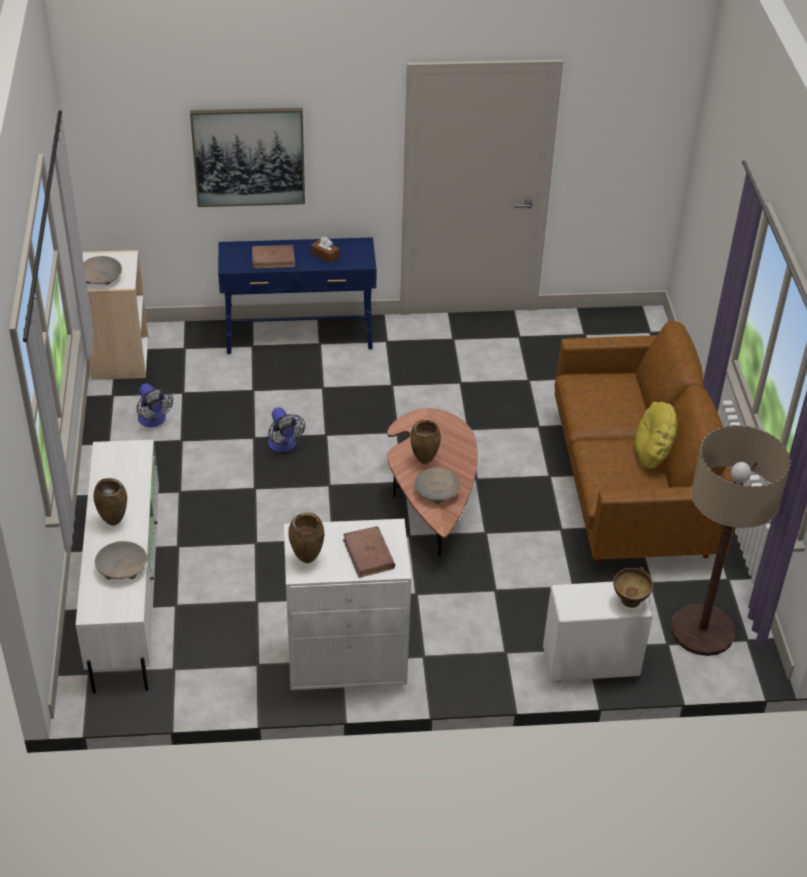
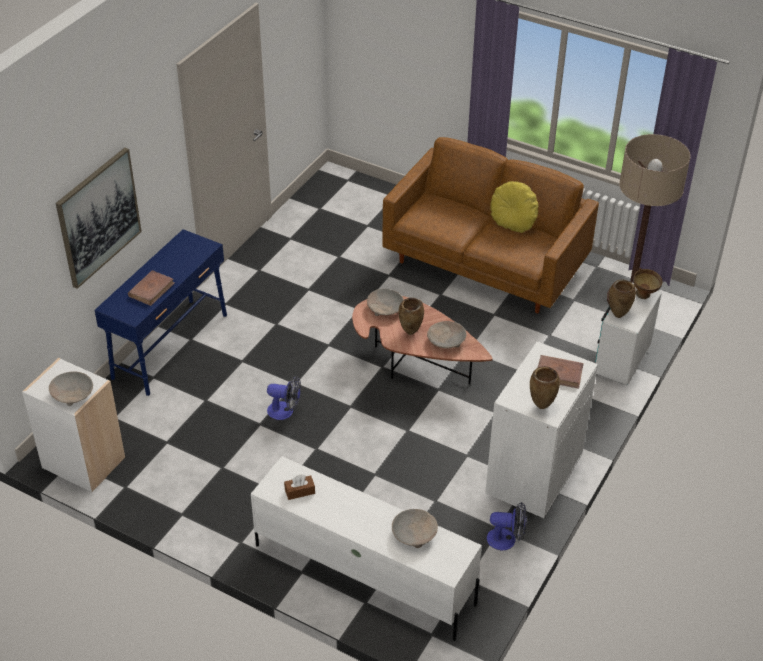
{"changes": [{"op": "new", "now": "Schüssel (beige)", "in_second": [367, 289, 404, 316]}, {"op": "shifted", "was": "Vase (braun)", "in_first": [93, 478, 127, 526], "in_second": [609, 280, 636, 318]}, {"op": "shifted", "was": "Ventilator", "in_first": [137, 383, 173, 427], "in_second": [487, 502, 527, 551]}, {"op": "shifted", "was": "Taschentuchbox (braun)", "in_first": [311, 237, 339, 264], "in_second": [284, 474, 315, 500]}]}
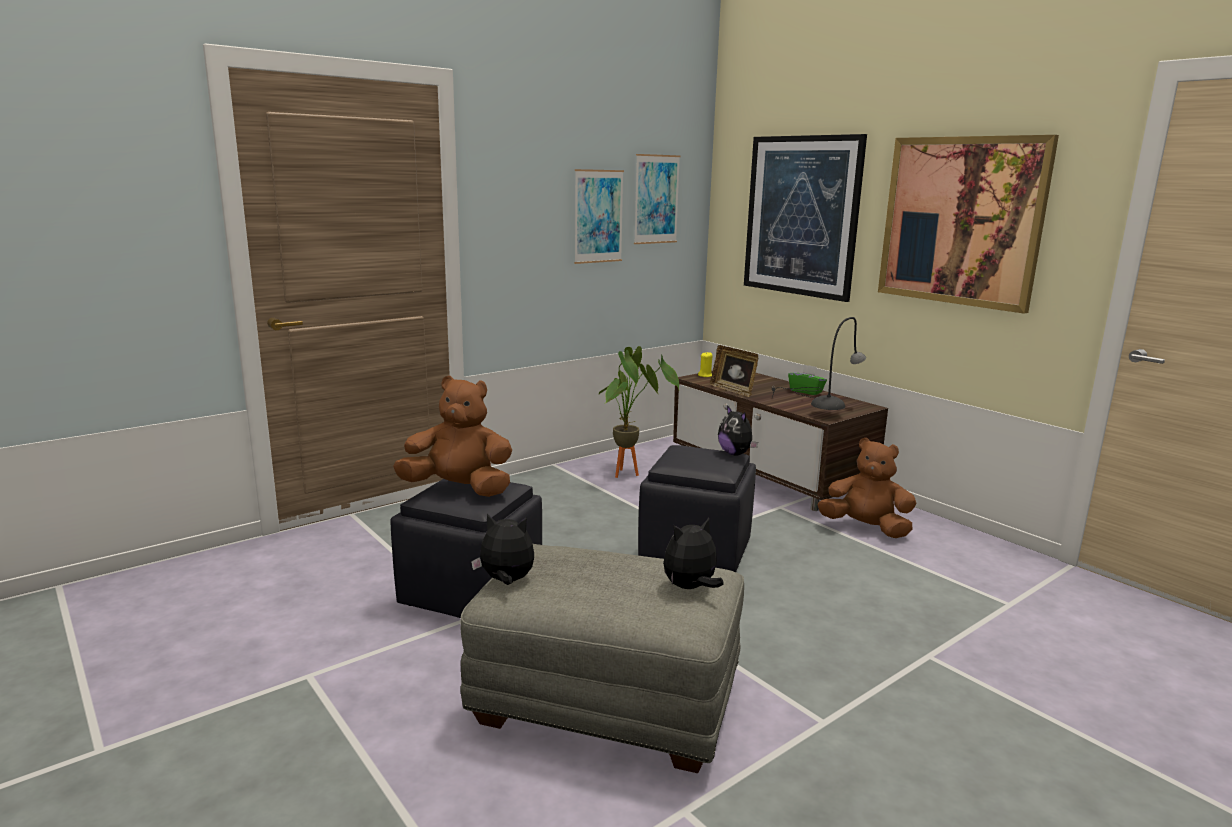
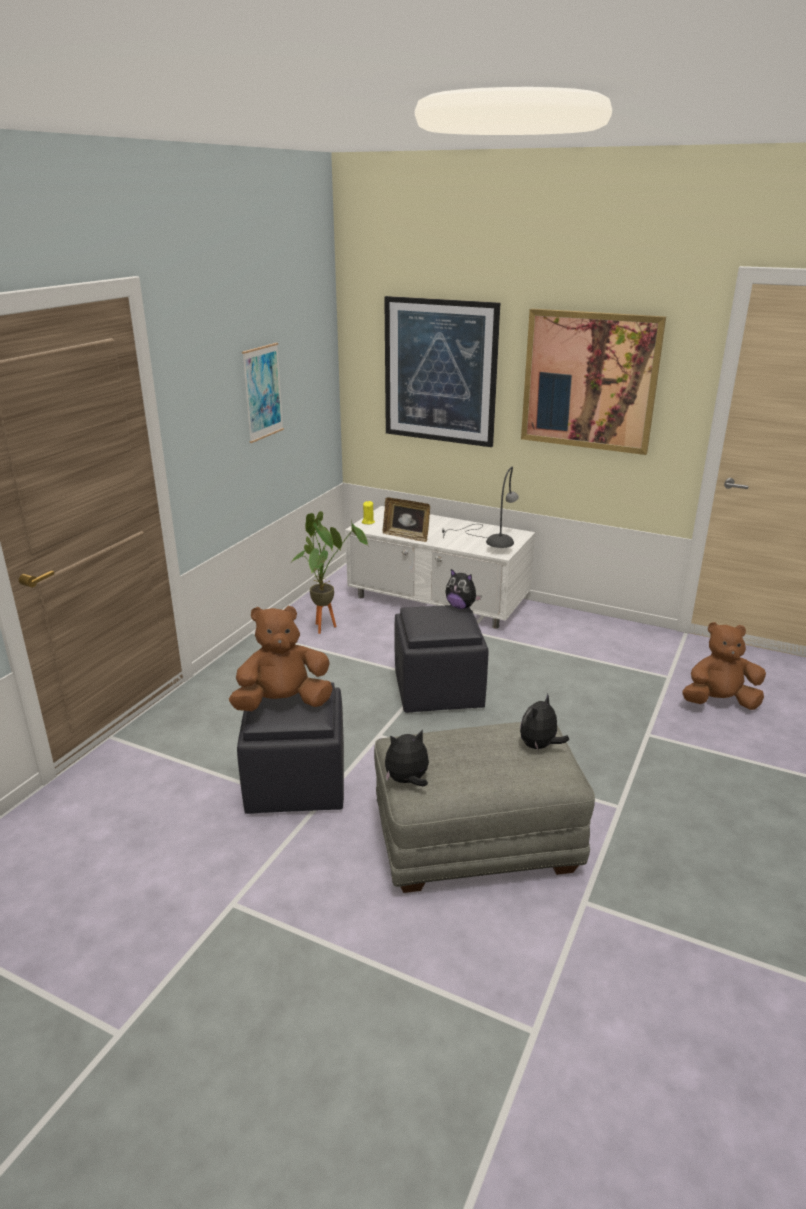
{"changes": [{"op": "gone", "was": "Bild", "in_first": [634, 154, 680, 244]}, {"op": "gone", "was": "Taschentuchbox (grün)", "in_first": [788, 364, 827, 395]}, {"op": "shifted", "was": "Plüschtier (braun)", "in_first": [817, 438, 916, 538], "in_second": [683, 622, 766, 710]}, {"op": "repainted", "was": "Fernsehschrank (braun)", "now": "Fernsehschrank (weiß)", "in_first": [673, 371, 888, 511], "in_second": [345, 506, 535, 629]}]}
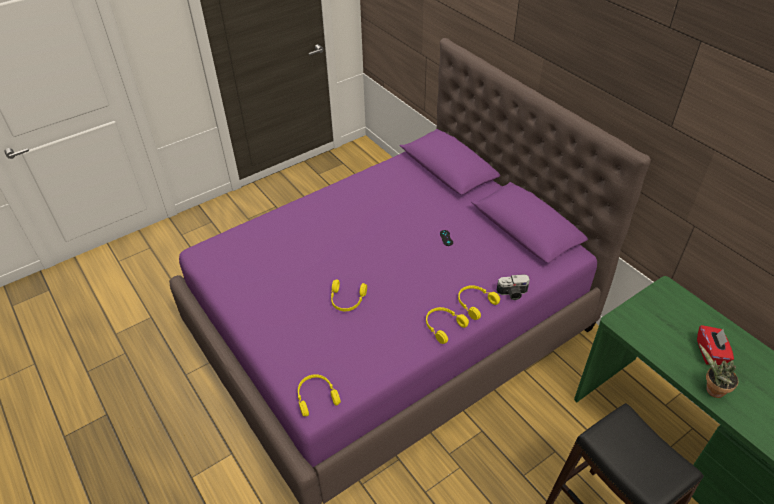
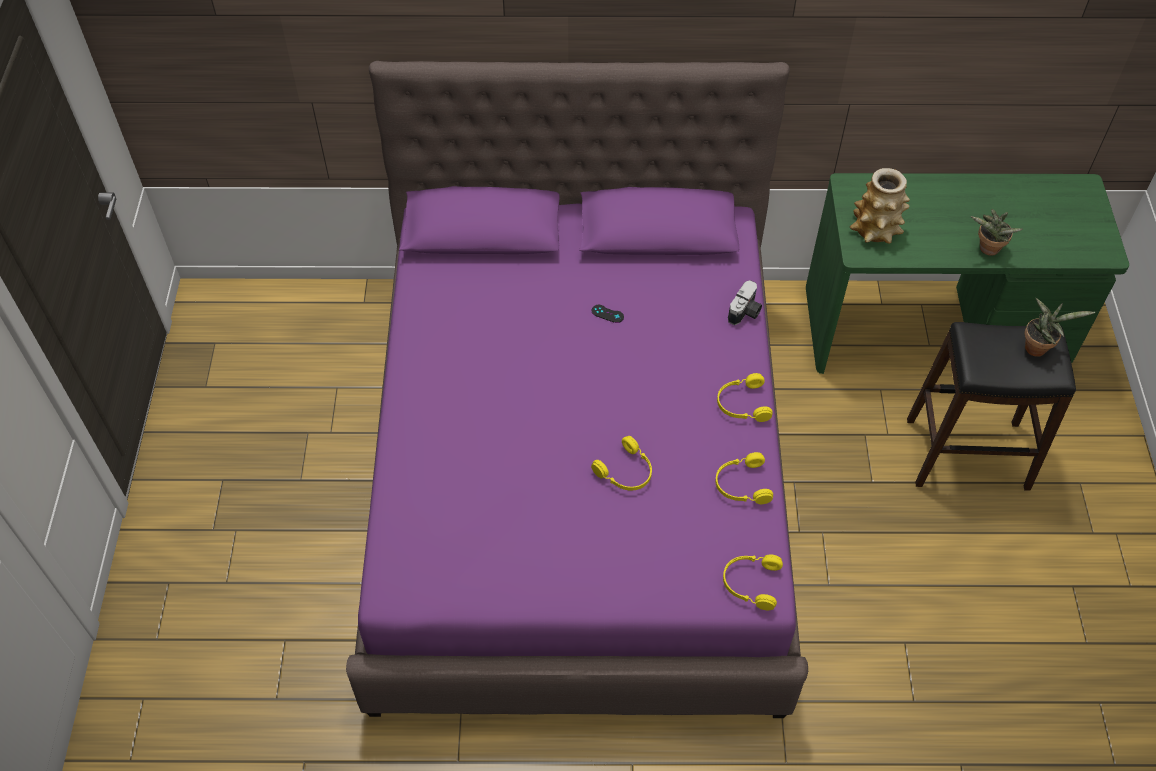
{"changes": [{"op": "gone", "was": "Taschentuchbox (rot)", "in_first": [697, 325, 734, 365]}, {"op": "new", "now": "Vase", "in_second": [850, 168, 910, 244]}, {"op": "new", "now": "Topfpflanze", "in_second": [1024, 298, 1096, 357]}, {"op": "shifted", "was": "Kopfhörer (gelb)", "in_first": [458, 285, 500, 320], "in_second": [715, 452, 773, 504]}]}
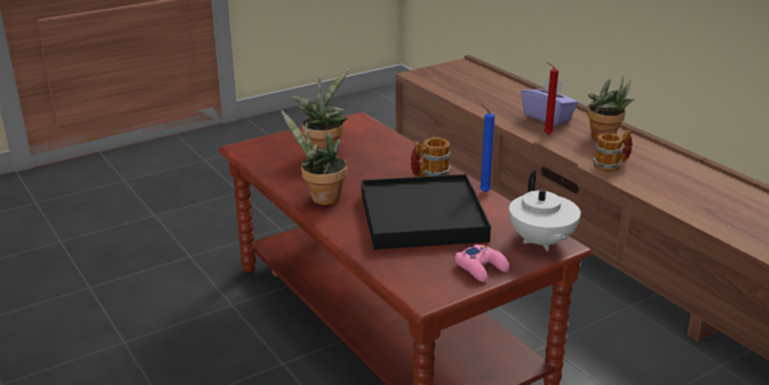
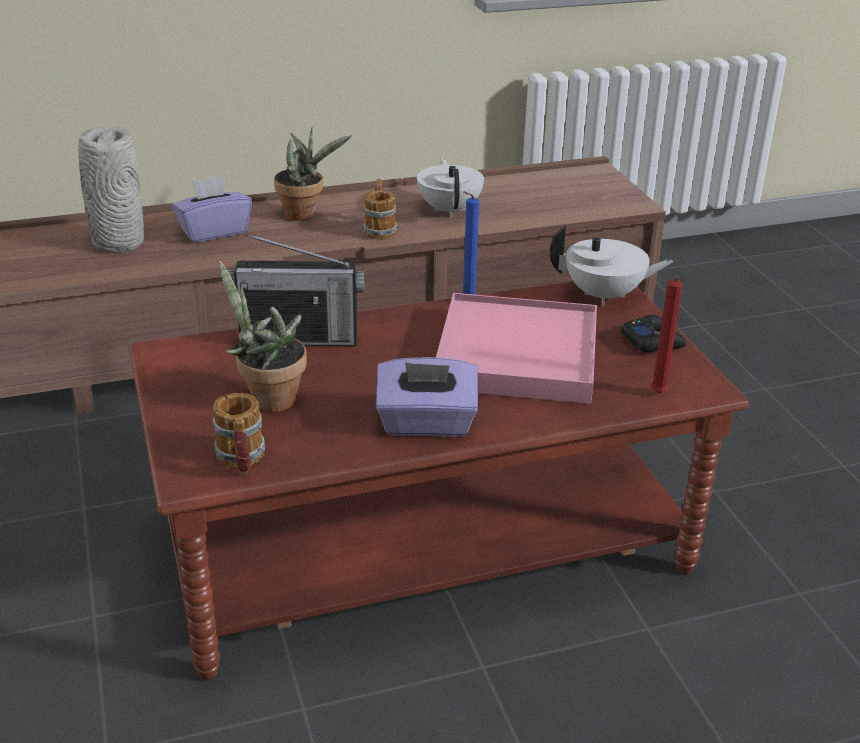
{"changes": [{"op": "new", "now": "Vase (grau)", "in_second": [78, 127, 144, 253]}, {"op": "new", "now": "Radio", "in_second": [227, 233, 365, 346]}, {"op": "new", "now": "Teekanne (weiß)", "in_second": [417, 158, 484, 217]}, {"op": "shifted", "was": "Henkelbecher", "in_first": [410, 137, 450, 177], "in_second": [213, 393, 265, 474]}, {"op": "shifted", "was": "Kerze (rot)", "in_first": [544, 62, 559, 135], "in_second": [651, 276, 683, 393]}, {"op": "swapped", "was": "Topfpflanze", "now": "Taschentuchbox (lila)", "in_first": [281, 110, 347, 205], "in_second": [376, 357, 478, 437]}, {"op": "repainted", "was": "Tablett (schwarz)", "now": "Tablett (rosa)", "in_first": [361, 174, 491, 250], "in_second": [436, 293, 597, 404]}, {"op": "repainted", "was": "Gamepad (rosa)", "now": "Gamepad (schwarz)", "in_first": [455, 244, 509, 282], "in_second": [621, 315, 686, 352]}]}
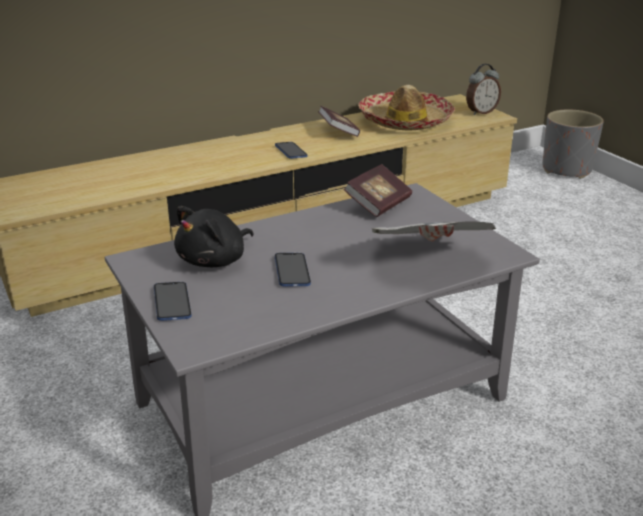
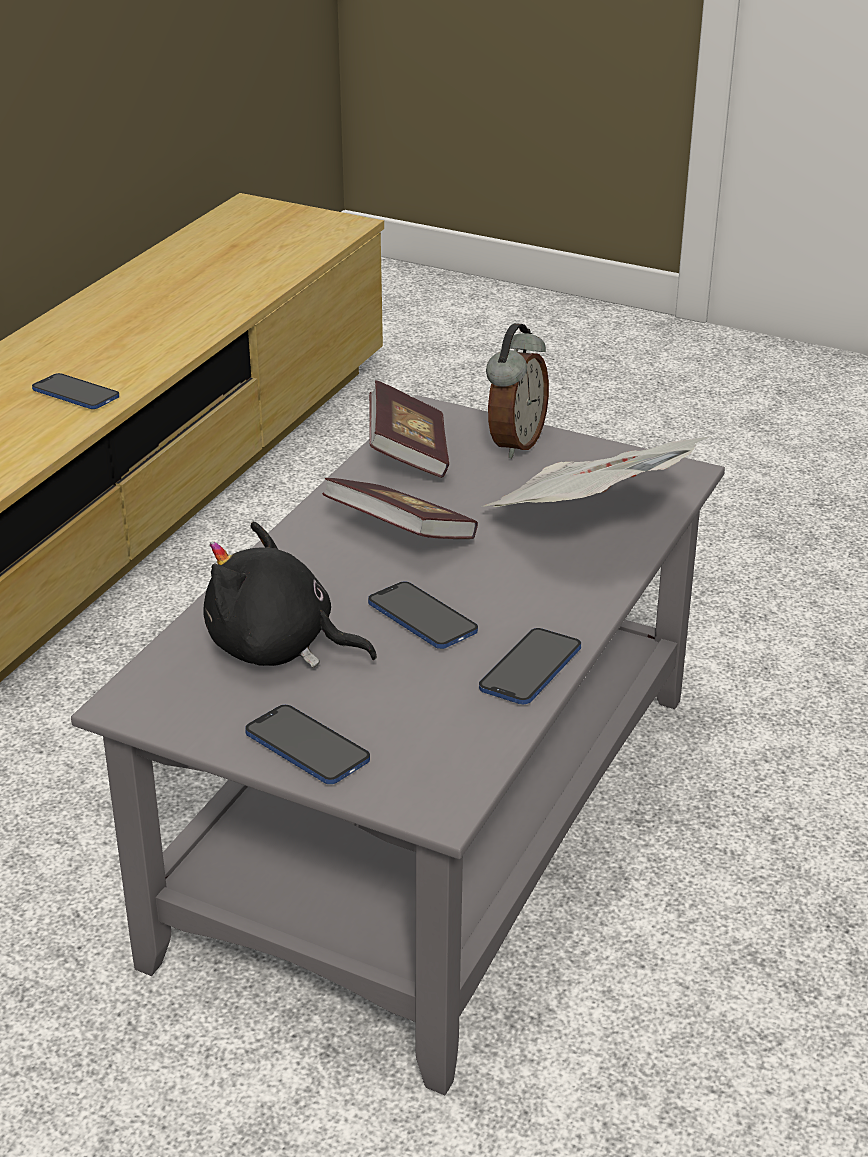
{"changes": [{"op": "gone", "was": "Hut", "in_first": [358, 85, 455, 131]}, {"op": "gone", "was": "Pflanzkübel (grau)", "in_first": [542, 109, 604, 179]}, {"op": "new", "now": "Handy", "in_second": [479, 628, 581, 704]}, {"op": "shifted", "was": "Buch", "in_first": [318, 106, 360, 137], "in_second": [322, 478, 478, 539]}, {"op": "shifted", "was": "Wecker", "in_first": [466, 64, 501, 115], "in_second": [486, 323, 549, 458]}, {"op": "rotated", "was": "Plüschtier (schwarz)", "in_first": [174, 206, 254, 267], "in_second": [203, 522, 377, 668], "clockwise": 105}]}
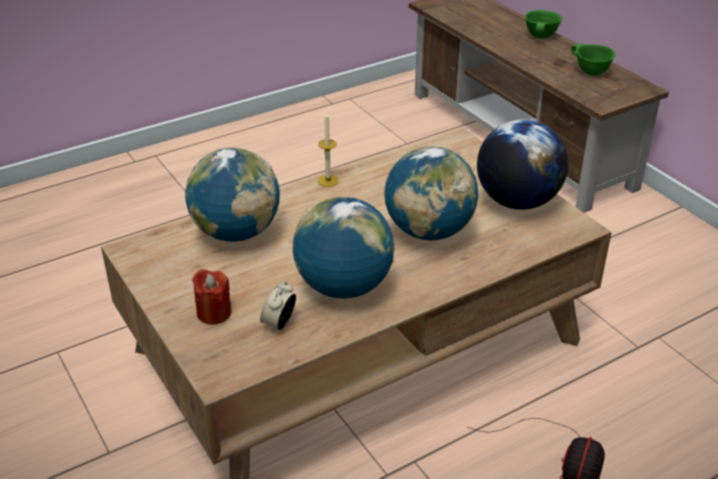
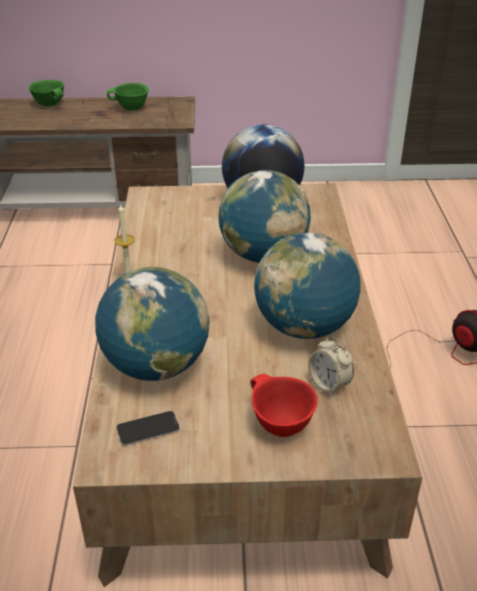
{"changes": [{"op": "new", "now": "Handy", "in_second": [116, 411, 180, 446]}, {"op": "swapped", "was": "Kerze (rot)", "now": "Schüssel (rot)", "in_first": [192, 269, 231, 325], "in_second": [250, 374, 318, 437]}]}
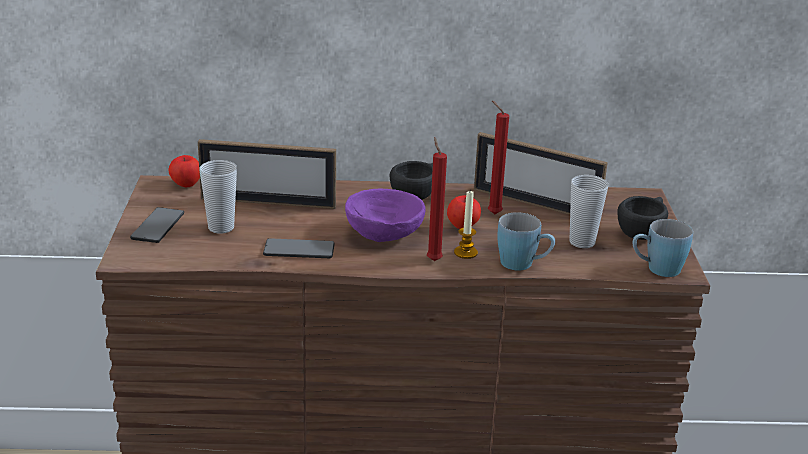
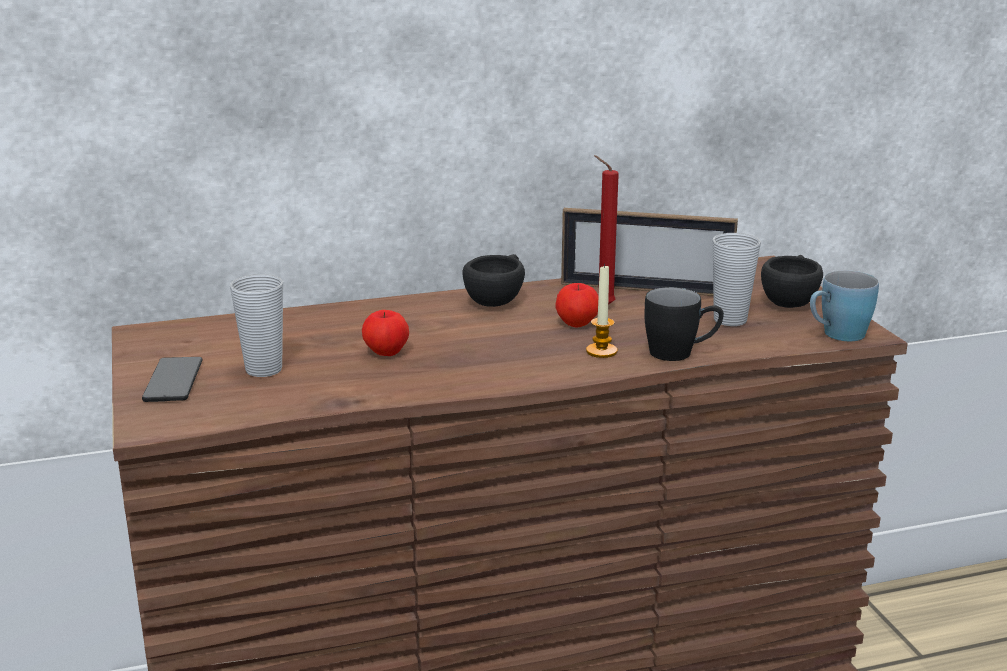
{"changes": [{"op": "gone", "was": "Bilderrahmen", "in_first": [198, 139, 336, 209]}, {"op": "gone", "was": "Handy", "in_first": [263, 238, 335, 258]}, {"op": "gone", "was": "Schüssel (lila)", "in_first": [345, 189, 426, 242]}, {"op": "gone", "was": "Kerze (rot)", "in_first": [427, 137, 447, 261]}, {"op": "shifted", "was": "Apfel", "in_first": [168, 155, 200, 187], "in_second": [362, 310, 409, 356]}, {"op": "repainted", "was": "Henkelbecher (blau)", "now": "Henkelbecher (schwarz)", "in_first": [497, 212, 555, 271], "in_second": [644, 287, 724, 361]}]}
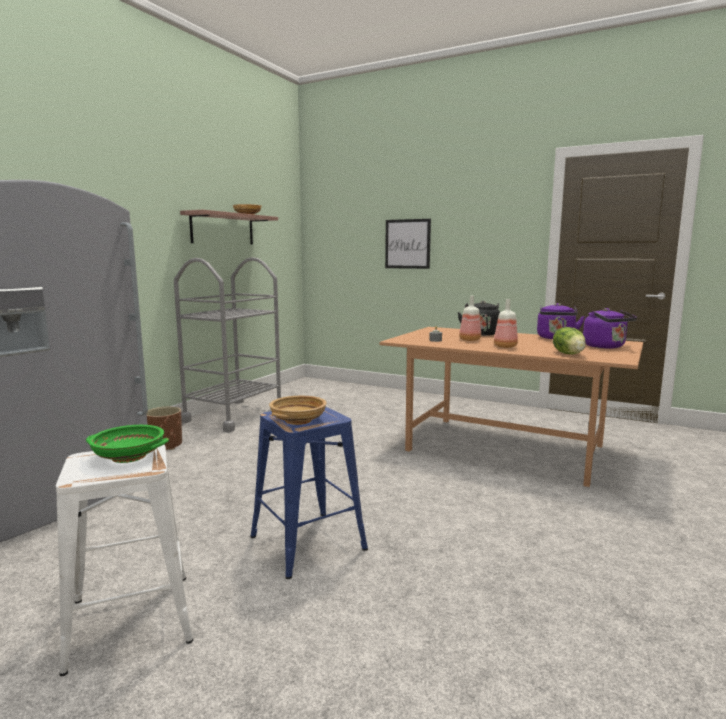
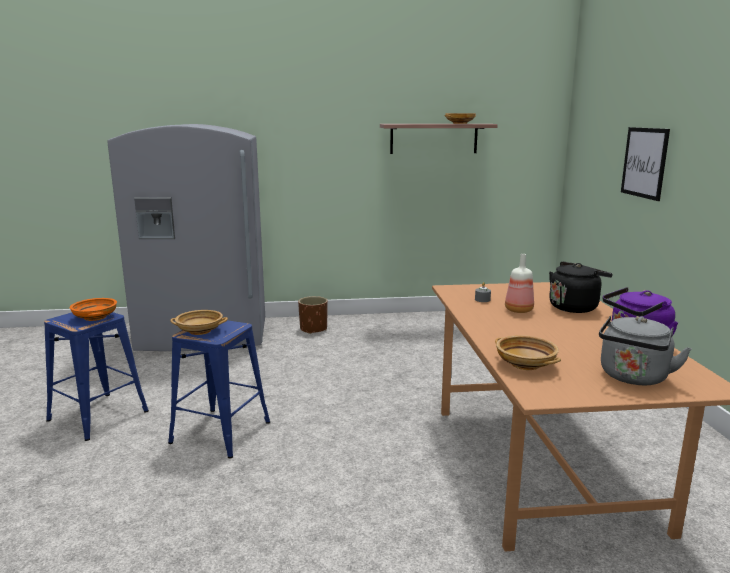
{"changes": [{"op": "gone", "was": "Rollwagen (grau)", "in_first": [174, 257, 281, 432]}, {"op": "gone", "was": "Flasche", "in_first": [494, 299, 518, 348]}, {"op": "swapped", "was": "Salatkopf", "now": "Schüssel (beige)", "in_first": [553, 327, 586, 354], "in_second": [495, 335, 561, 370]}, {"op": "repainted", "was": "Hocker (weiß)", "now": "Hocker (blau)", "in_first": [56, 445, 193, 676], "in_second": [44, 312, 149, 441]}, {"op": "repainted", "was": "Schüssel (grün)", "now": "Schüssel (orange)", "in_first": [86, 425, 169, 463], "in_second": [70, 298, 117, 321]}, {"op": "repainted", "was": "Wasserkessel (lila)", "now": "Wasserkessel (grau)", "in_first": [583, 308, 637, 349], "in_second": [599, 316, 692, 385]}]}
